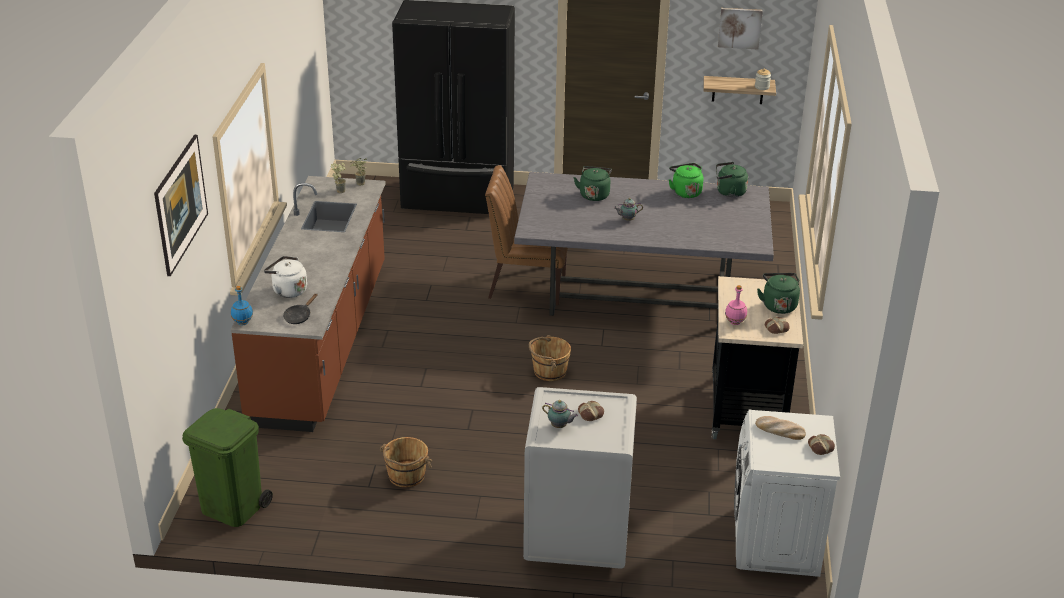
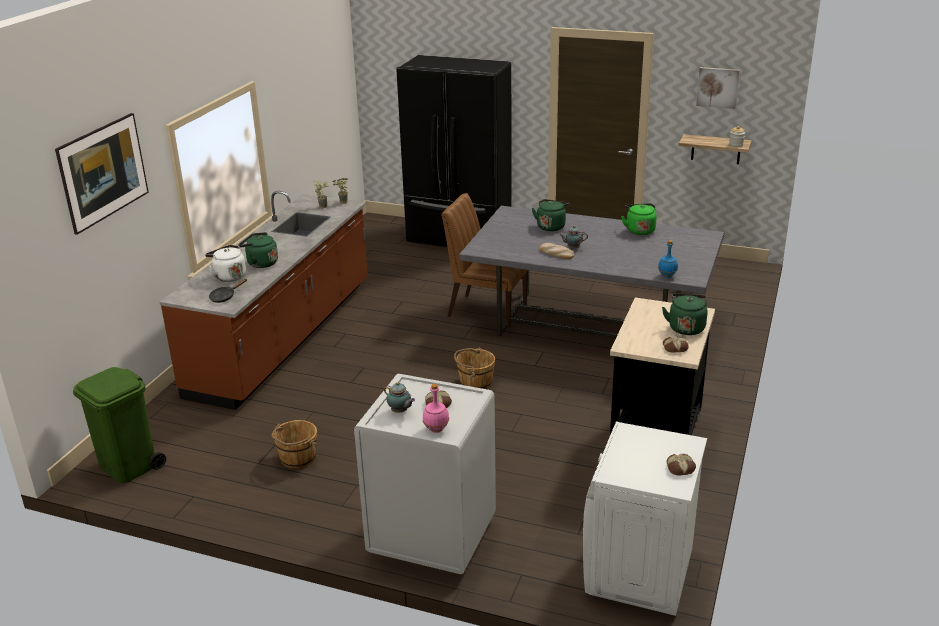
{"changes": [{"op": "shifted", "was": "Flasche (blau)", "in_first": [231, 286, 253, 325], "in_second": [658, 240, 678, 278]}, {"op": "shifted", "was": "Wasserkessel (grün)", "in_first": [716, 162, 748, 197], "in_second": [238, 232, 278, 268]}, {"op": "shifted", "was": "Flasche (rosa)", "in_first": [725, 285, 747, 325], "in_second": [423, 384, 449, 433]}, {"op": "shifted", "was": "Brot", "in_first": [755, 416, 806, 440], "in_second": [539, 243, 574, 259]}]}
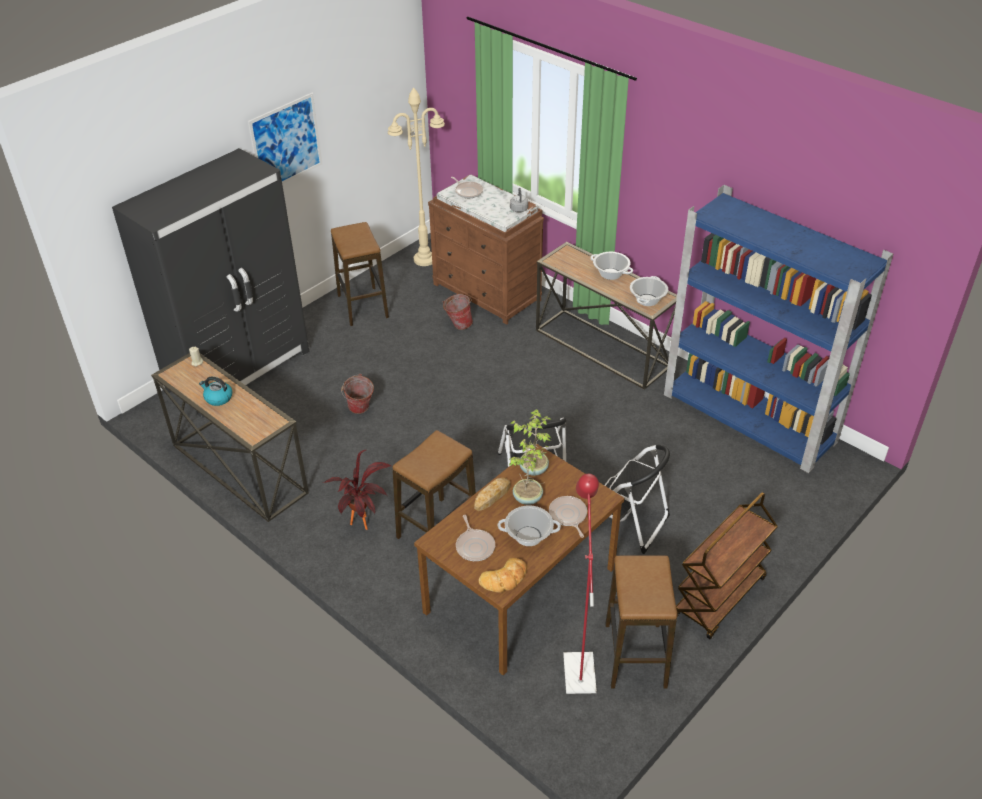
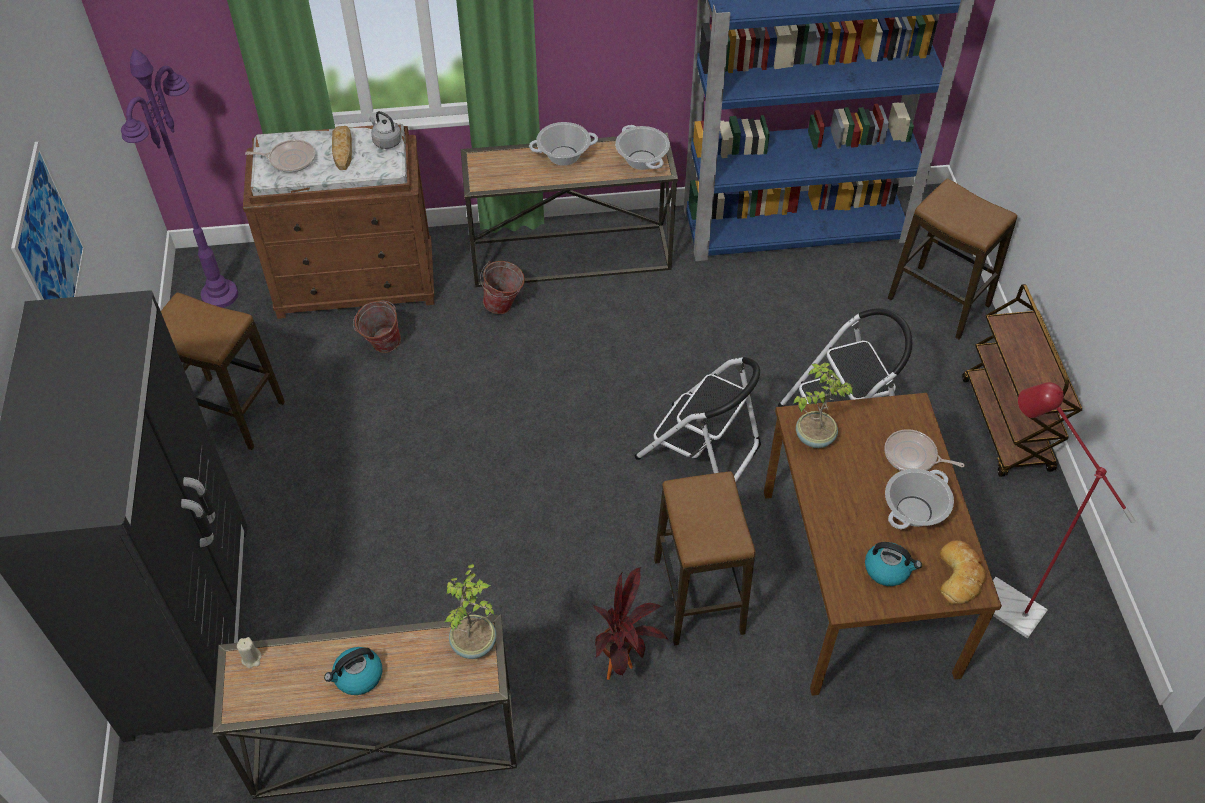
{"changes": [{"op": "shifted", "was": "Eimer", "in_first": [341, 374, 374, 414], "in_second": [480, 261, 525, 314]}, {"op": "shifted", "was": "Brot", "in_first": [474, 478, 511, 511], "in_second": [332, 126, 352, 170]}, {"op": "shifted", "was": "Topfpflanze", "in_first": [509, 439, 548, 505], "in_second": [444, 564, 496, 659]}, {"op": "shifted", "was": "Hocker", "in_first": [605, 555, 678, 689], "in_second": [888, 178, 1017, 339]}, {"op": "swapped", "was": "Pfanne", "now": "Wasserkessel", "in_first": [456, 515, 495, 561], "in_second": [865, 542, 922, 586]}, {"op": "repainted", "was": "Stehlampe (beige)", "now": "Stehlampe (lila)", "in_first": [388, 87, 445, 266], "in_second": [121, 48, 238, 308]}]}
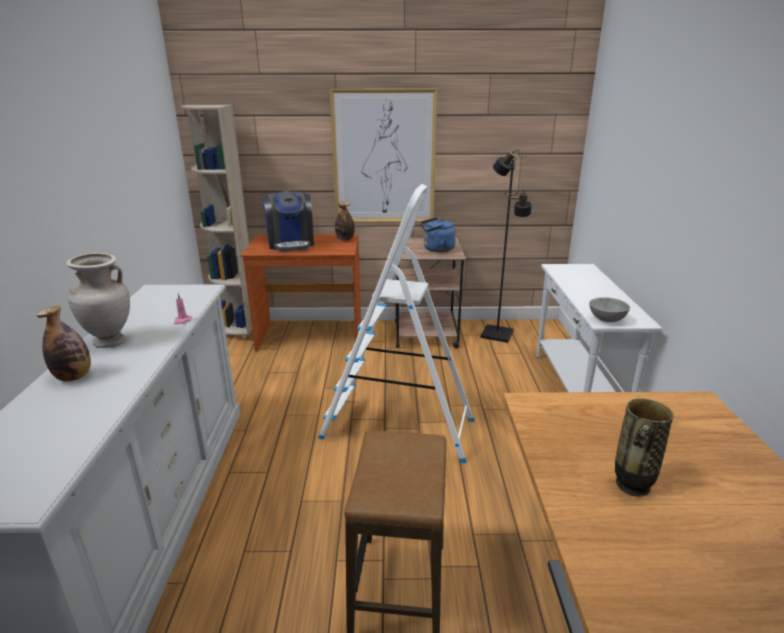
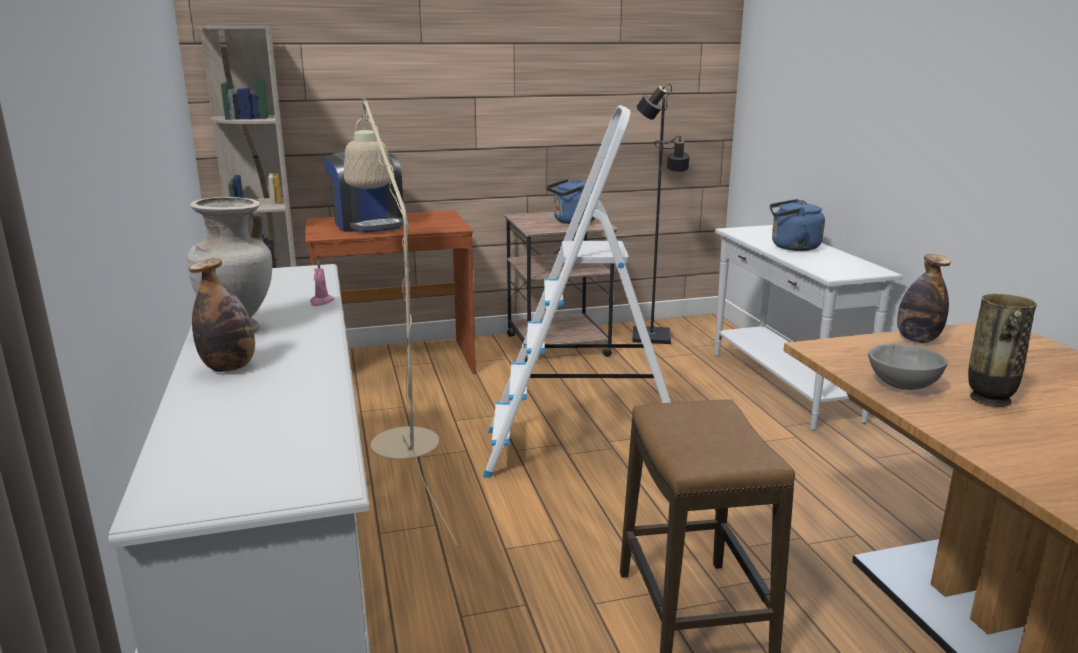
{"changes": [{"op": "gone", "was": "Bild", "in_first": [330, 89, 438, 222]}, {"op": "new", "now": "Stehlampe (beige)", "in_second": [344, 98, 458, 546]}, {"op": "new", "now": "Wasserkessel (blau)", "in_second": [770, 199, 825, 251]}, {"op": "shifted", "was": "Flasche", "in_first": [335, 202, 355, 241], "in_second": [897, 254, 951, 343]}, {"op": "shifted", "was": "Schüssel (grau)", "in_first": [589, 297, 630, 322], "in_second": [868, 344, 948, 390]}]}
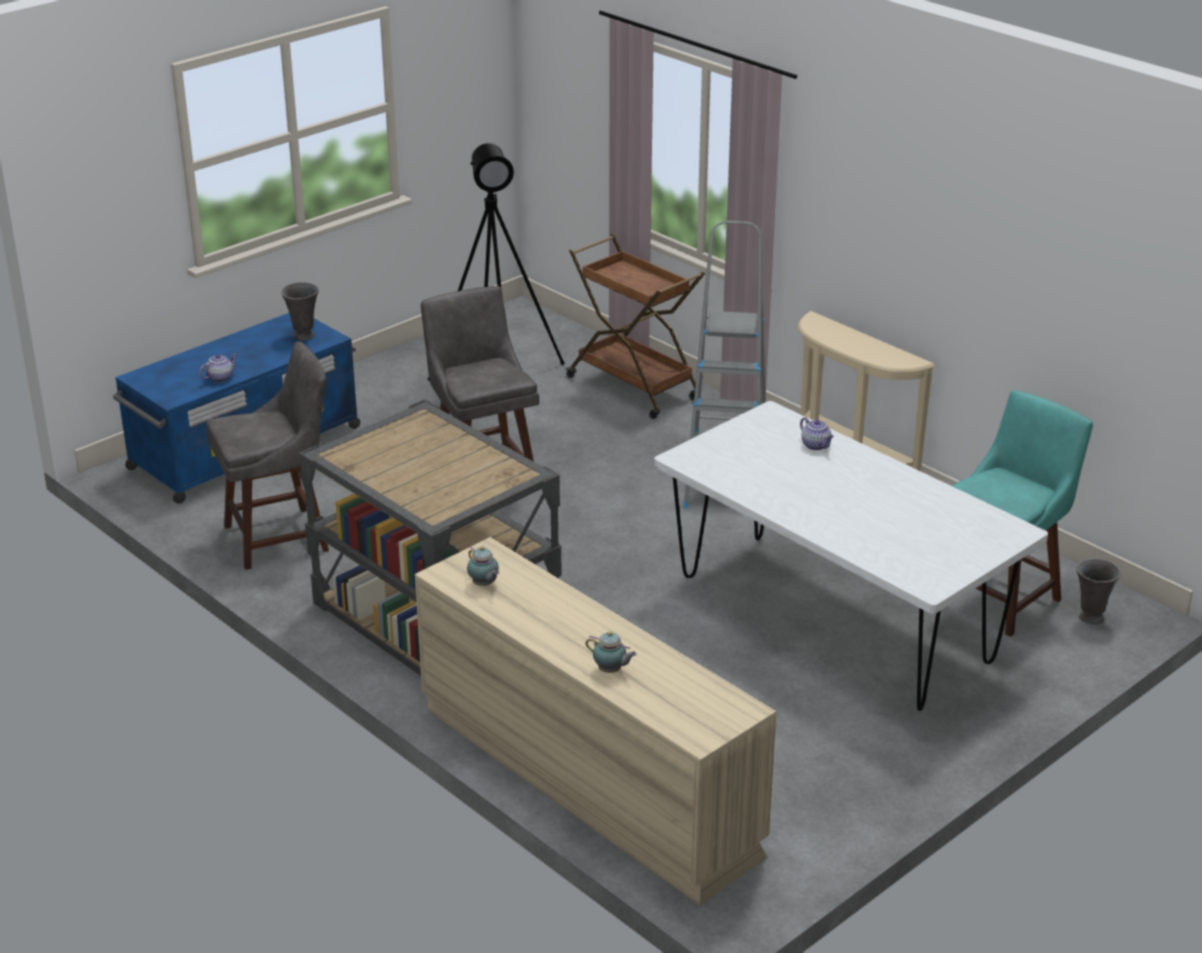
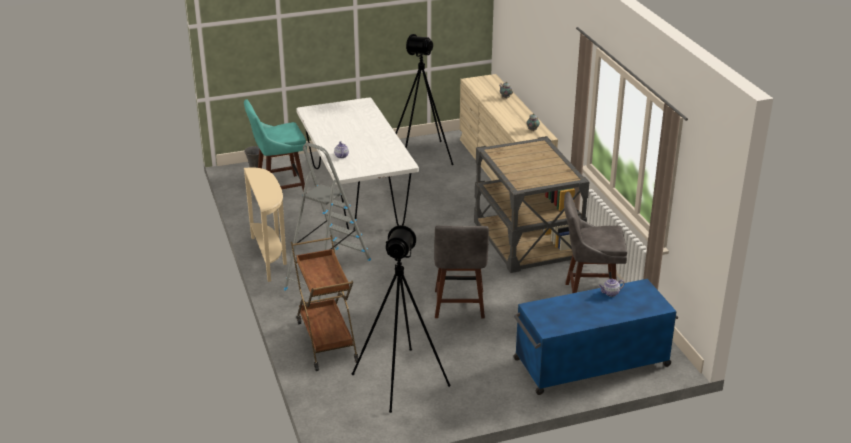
{"changes": [{"op": "gone", "was": "Vase (grau)", "in_first": [281, 282, 319, 341]}, {"op": "new", "now": "Stehlampe (schwarz)", "in_second": [396, 34, 454, 165]}]}
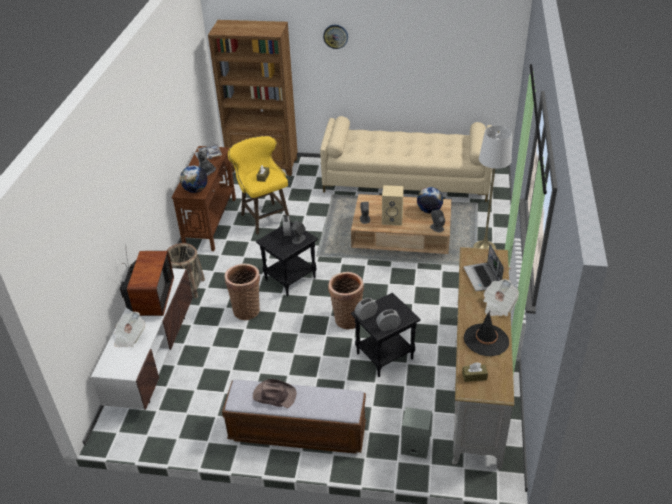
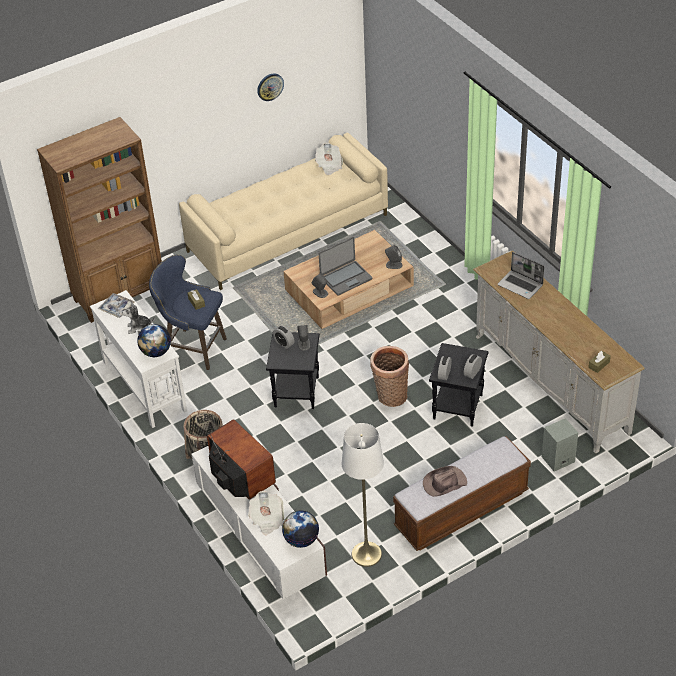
{"changes": [{"op": "gone", "was": "Korb", "in_first": [225, 264, 260, 320]}, {"op": "gone", "was": "Hut (schwarz)", "in_first": [464, 311, 509, 356]}, {"op": "shifted", "was": "Wanduhr", "in_first": [323, 25, 348, 49], "in_second": [257, 73, 284, 101]}, {"op": "shifted", "was": "Globus", "in_first": [417, 187, 443, 213], "in_second": [282, 510, 319, 548]}, {"op": "shifted", "was": "Stehlampe (weiß)", "in_first": [473, 126, 512, 249], "in_second": [342, 423, 384, 567]}, {"op": "shifted", "was": "Zeitung", "in_first": [483, 279, 519, 316], "in_second": [315, 143, 343, 175]}, {"op": "swapped", "was": "Lautsprecher (beige)", "now": "Laptop", "in_first": [382, 185, 404, 226], "in_second": [319, 237, 372, 296]}, {"op": "repainted", "was": "Konsolentisch (braun)", "now": "Konsolentisch (weiß)", "in_first": [172, 146, 236, 251], "in_second": [90, 290, 187, 428]}, {"op": "repainted", "was": "Hocker (gelb)", "now": "Hocker (blau)", "in_first": [228, 136, 290, 234], "in_second": [149, 255, 227, 370]}]}
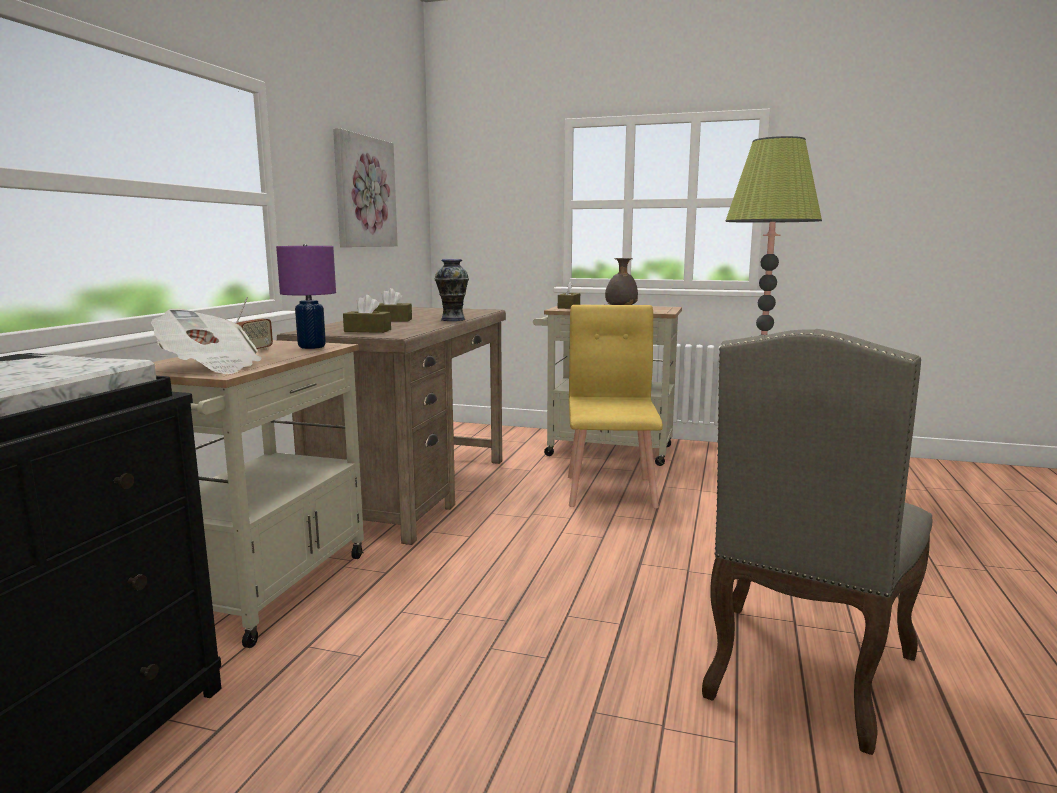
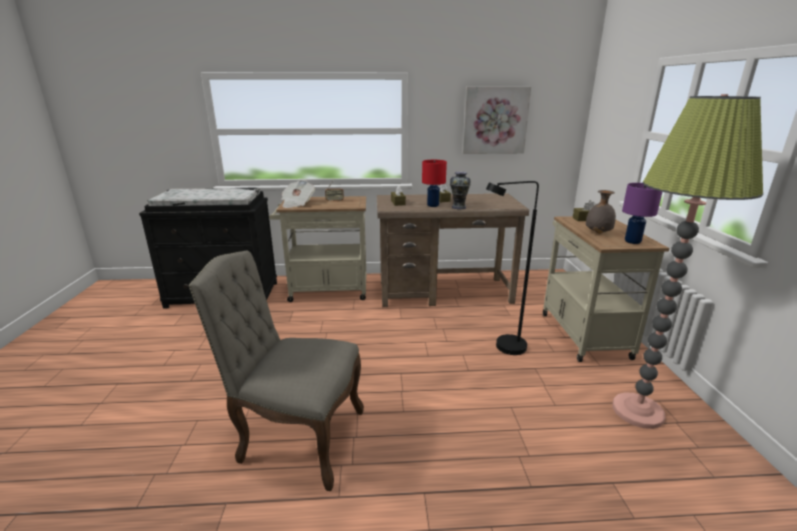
{"changes": [{"op": "new", "now": "Tischlampe (rot)", "in_second": [422, 160, 447, 207]}, {"op": "shifted", "was": "Tischlampe (lila)", "in_first": [276, 244, 336, 349], "in_second": [622, 183, 662, 244]}, {"op": "swapped", "was": "Stuhl (gelb)", "now": "Stehlampe (schwarz)", "in_first": [568, 305, 663, 508], "in_second": [486, 181, 539, 355]}]}
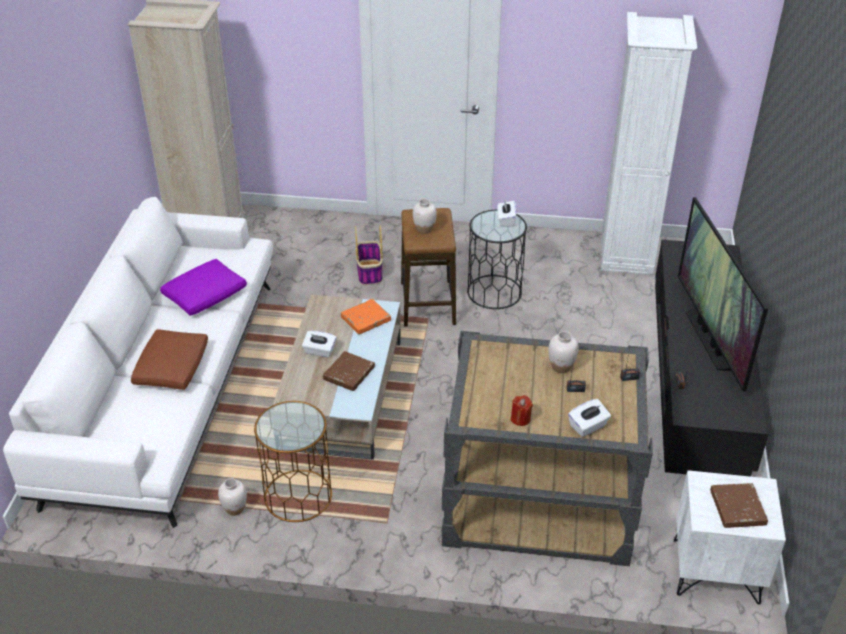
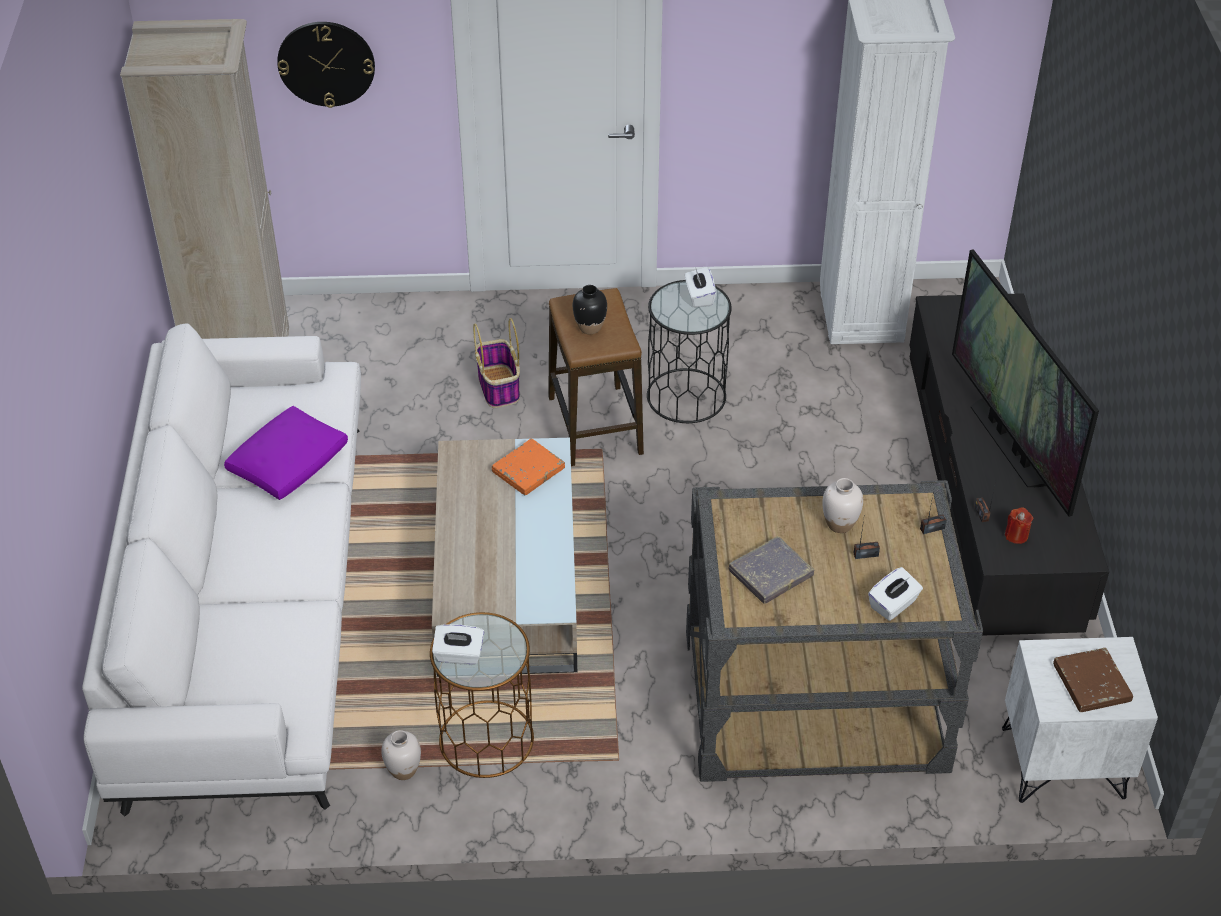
{"changes": [{"op": "gone", "was": "Kissen (braun)", "in_first": [131, 329, 208, 390]}, {"op": "gone", "was": "Buch (braun)", "in_first": [323, 351, 375, 391]}, {"op": "new", "now": "Wanduhr", "in_second": [277, 22, 375, 108]}, {"op": "new", "now": "Buch (grau)", "in_second": [729, 536, 814, 604]}, {"op": "shifted", "was": "Taschentuchbox (weiß)", "in_first": [302, 331, 336, 358], "in_second": [432, 624, 484, 664]}, {"op": "shifted", "was": "Kerze (rot)", "in_first": [511, 395, 533, 426], "in_second": [1005, 507, 1033, 544]}, {"op": "repainted", "was": "Vase (weiß)", "now": "Vase (schwarz)", "in_first": [413, 199, 437, 234], "in_second": [573, 285, 607, 334]}]}
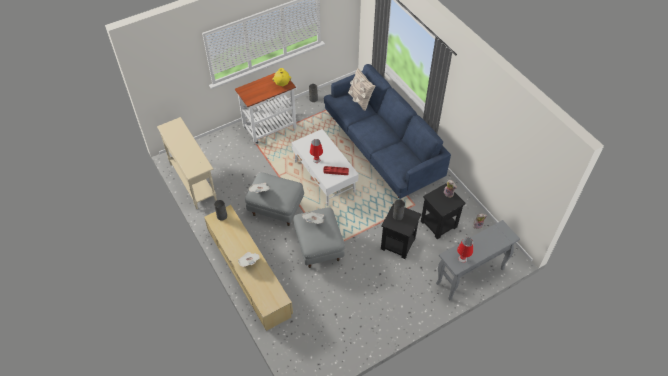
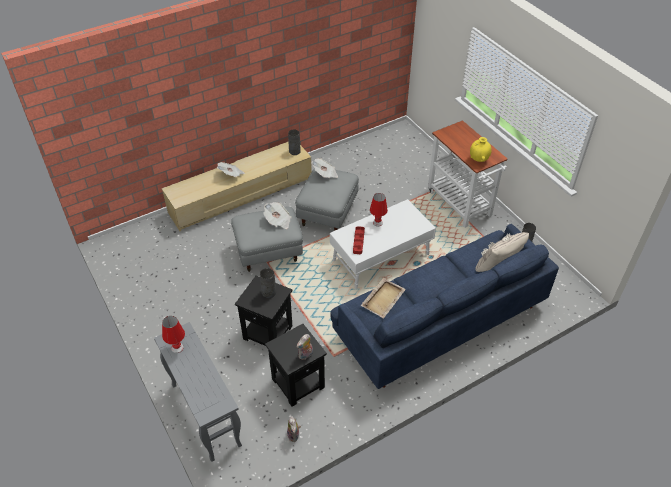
{"changes": [{"op": "gone", "was": "Konsolentisch (beige)", "in_first": [157, 117, 217, 209]}, {"op": "new", "now": "Tablett (beige)", "in_second": [361, 278, 406, 319]}]}
